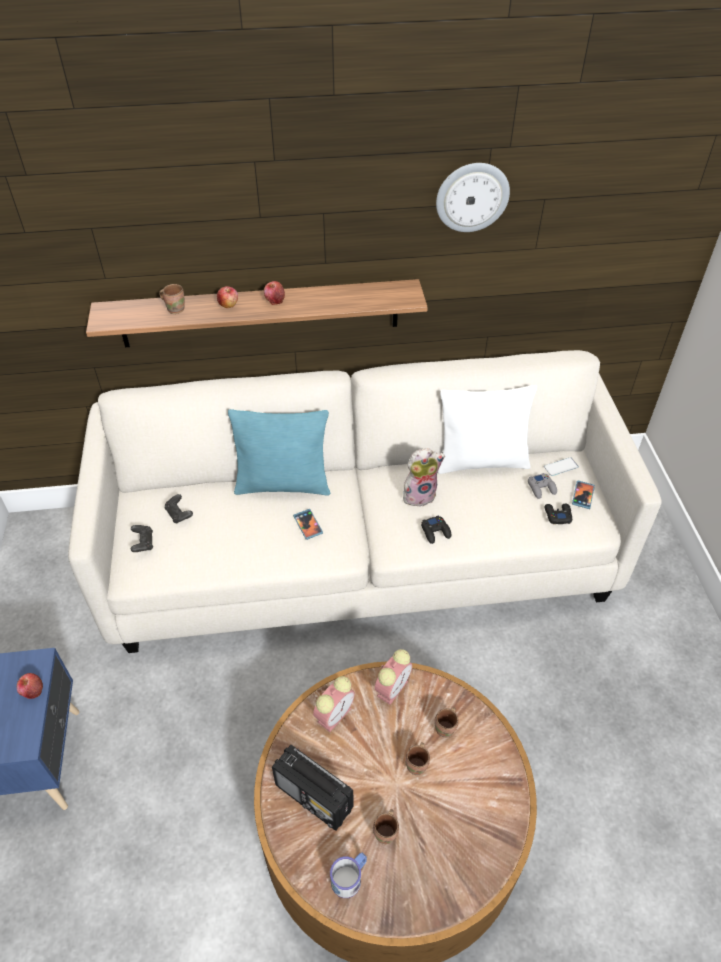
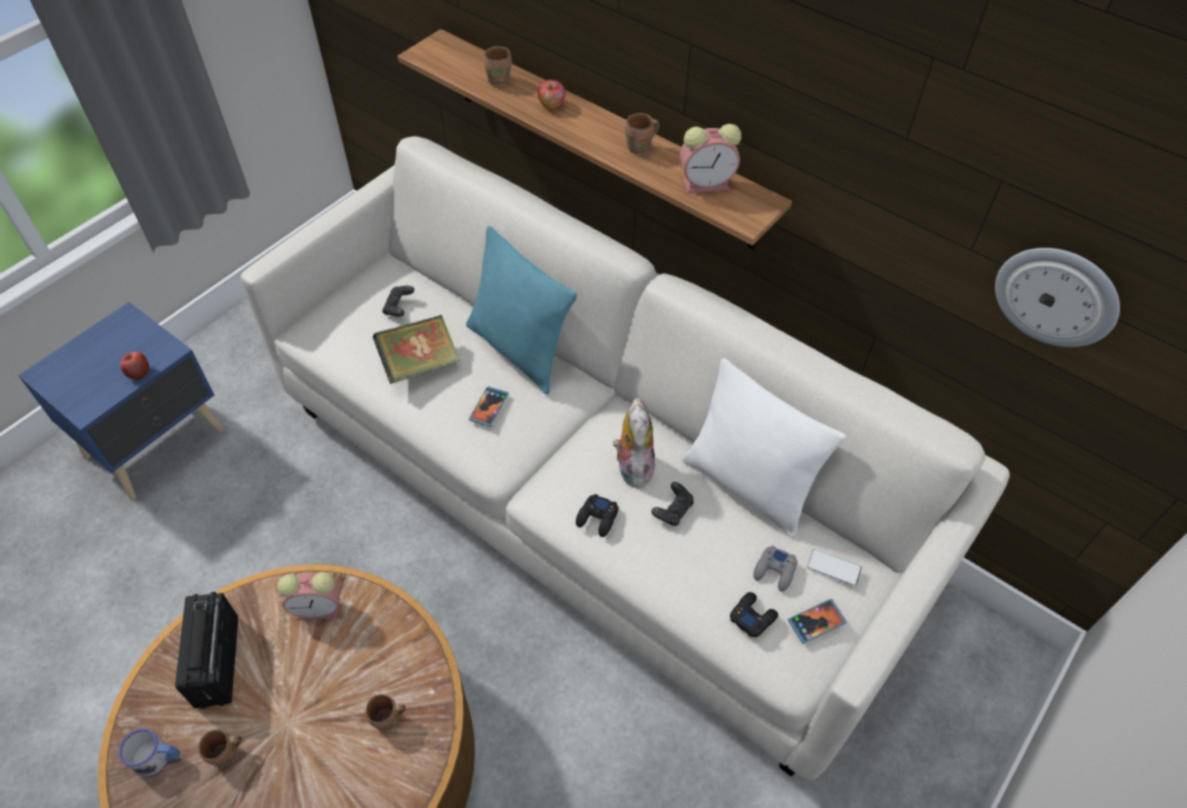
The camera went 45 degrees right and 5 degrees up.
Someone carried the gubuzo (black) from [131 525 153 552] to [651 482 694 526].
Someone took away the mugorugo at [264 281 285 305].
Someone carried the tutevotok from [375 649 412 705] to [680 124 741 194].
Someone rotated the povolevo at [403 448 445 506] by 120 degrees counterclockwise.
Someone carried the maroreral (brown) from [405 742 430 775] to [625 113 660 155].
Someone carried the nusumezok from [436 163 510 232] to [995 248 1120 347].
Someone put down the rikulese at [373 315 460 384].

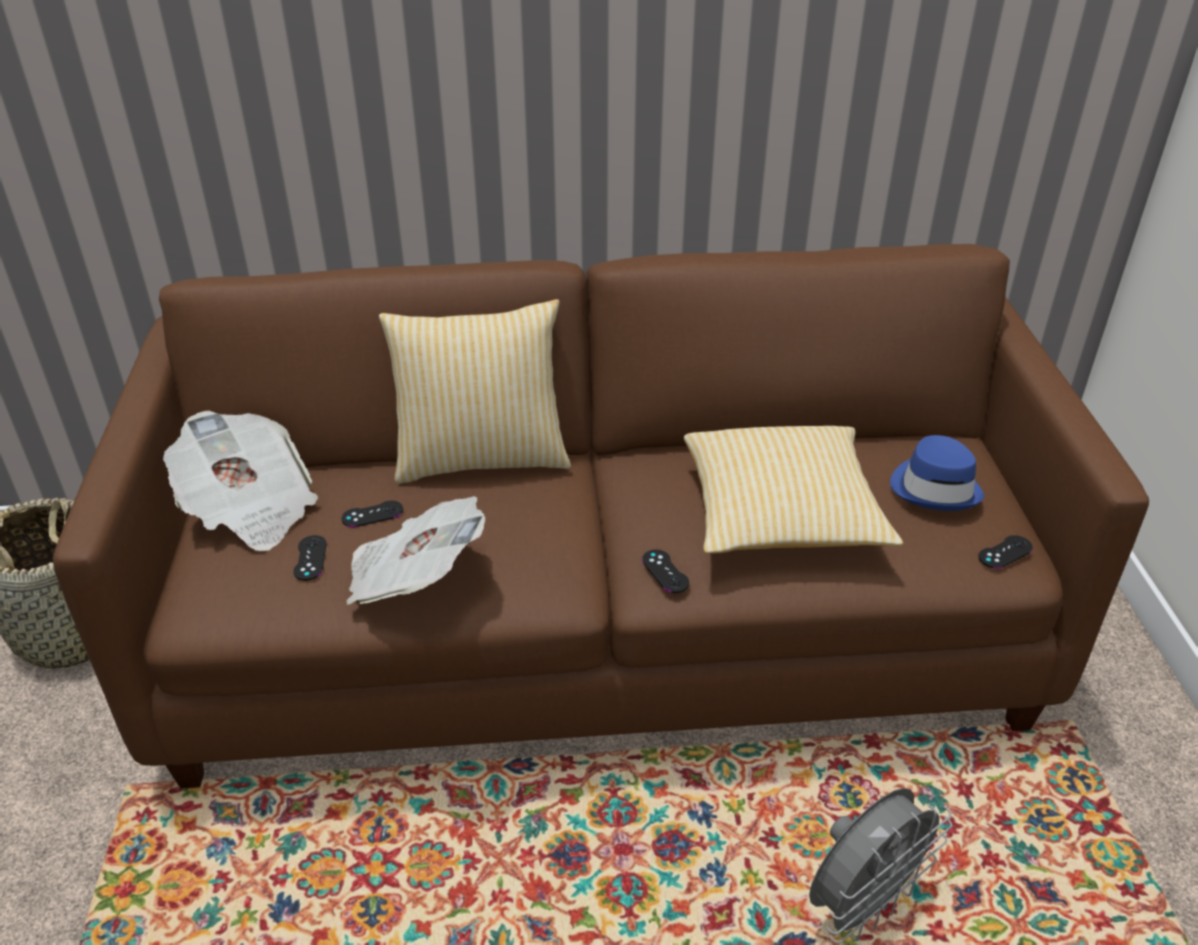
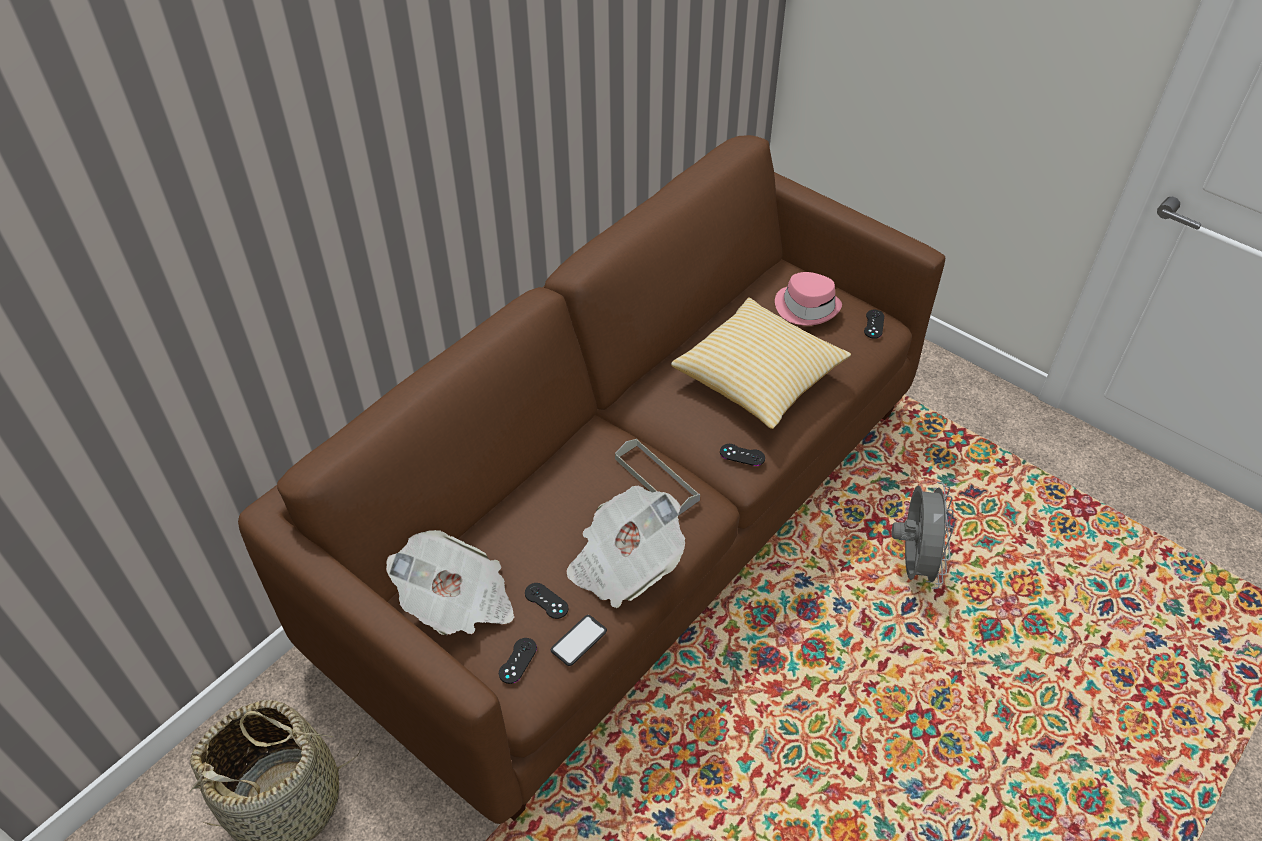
The camera went 45 degrees left and 10 degrees up.
Someone carried the gubuzo (black) from [341 501 403 527] to [499 638 537 684].
Someone took away the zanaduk at [379 299 571 484].
Someone repainted the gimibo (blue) at [890 435 984 511], which became the gimibo (pink) at [775 272 842 326].
Someone put down the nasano at [551 615 607 666].
Someone put down the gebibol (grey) at [615 439 700 516].

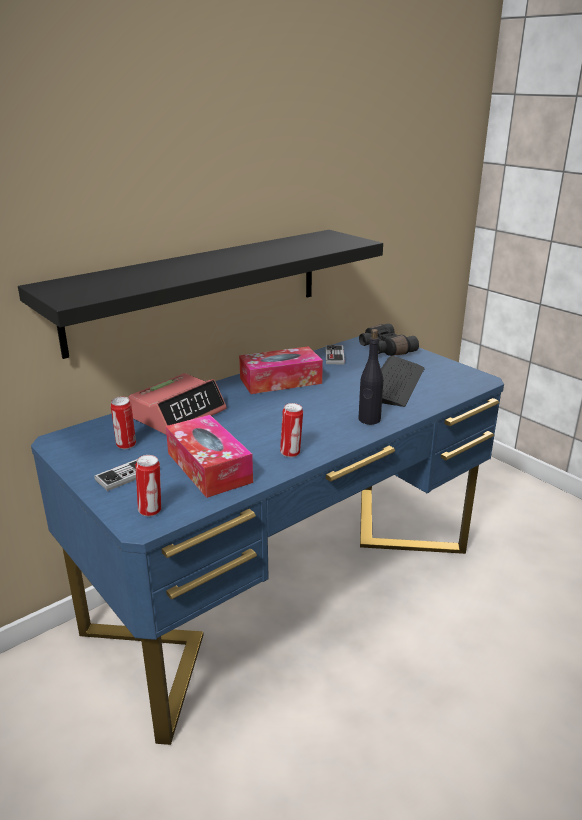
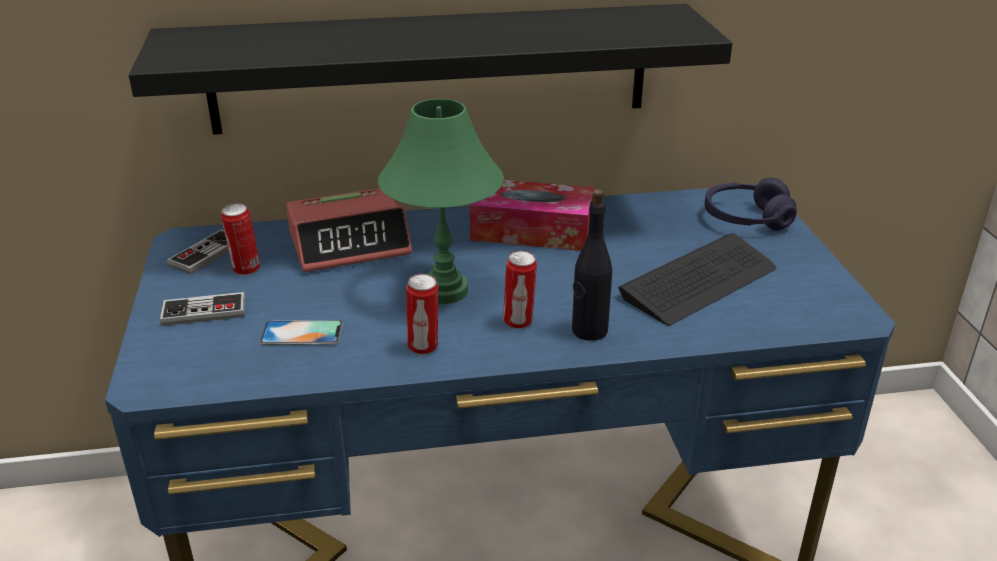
The camera went 30 degrees right and 5 degrees up.
Someone carried the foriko from [135 455 161 516] to [503 251 537 329].
Someone swapped the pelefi at [166 415 253 498] for the nasano at [260 320 343 345].
Someone carried the gubuzo from [325 345 345 364] to [167 229 229 275].
Someone swapped the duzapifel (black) at [359 324 419 356] for the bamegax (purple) at [705 178 797 231].
Someone put down the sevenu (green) at [378 99 504 304].

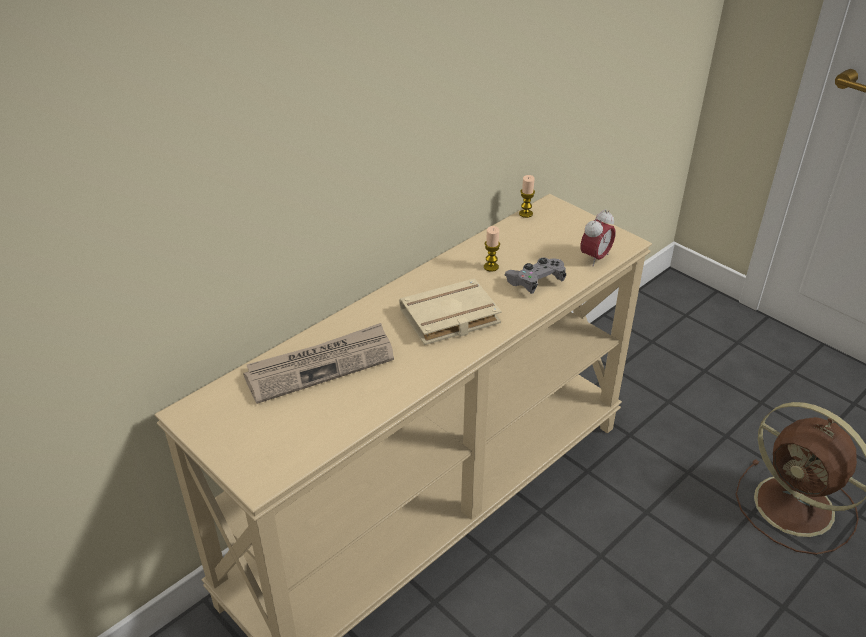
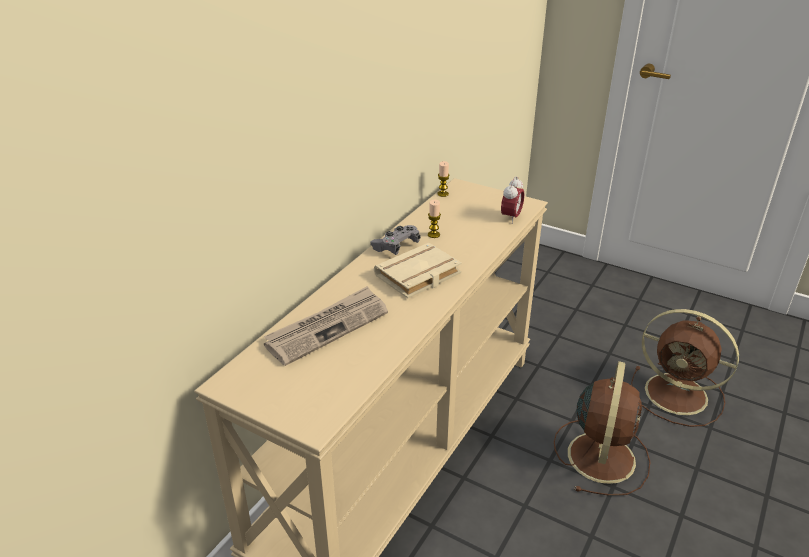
The camera went 15 degrees left and 5 degrees down.
Someone carried the gubuzo (grey) from [505 257 566 294] to [370 225 421 255].
Someone put down the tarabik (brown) at [554 361 650 496].

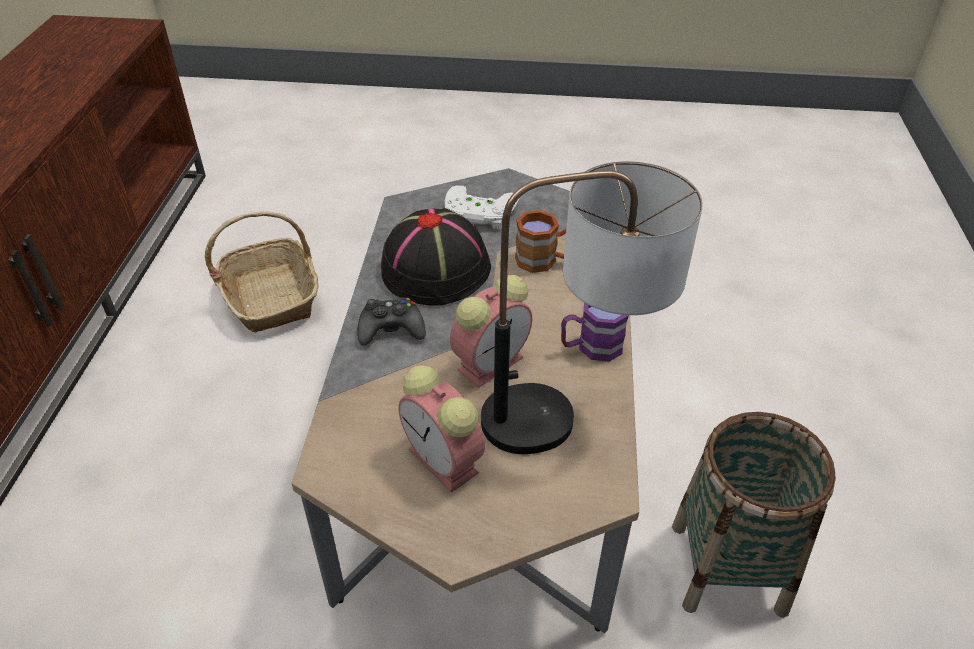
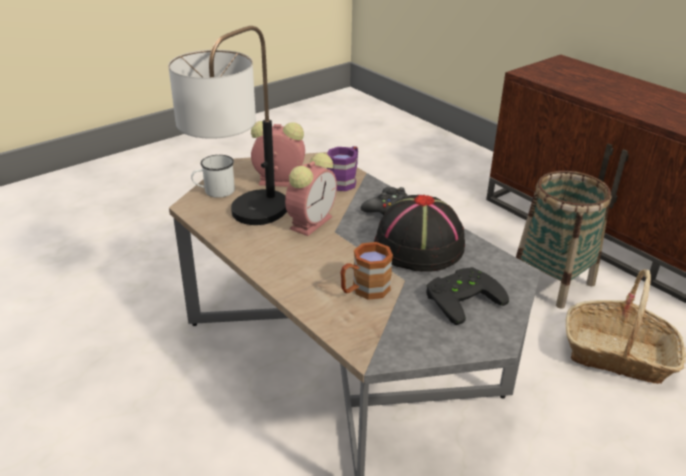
The camera went 135 degrees right and 10 degrees down.
Someone repainted the gubuzo (white) at [445 186 519 229], which became the gubuzo (black) at [426 267 509 325].
Someone rotated the tutevotok at [450 275 532 388] by 150 degrees counterclockwise.
Someone carried the maroreral (purple) from [561 303 629 362] to [327 146 358 191].
Someone carried the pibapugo from [672 412 836 618] to [516 171 611 309].
Someone put down the maroreral (white) at [191 155 235 198].

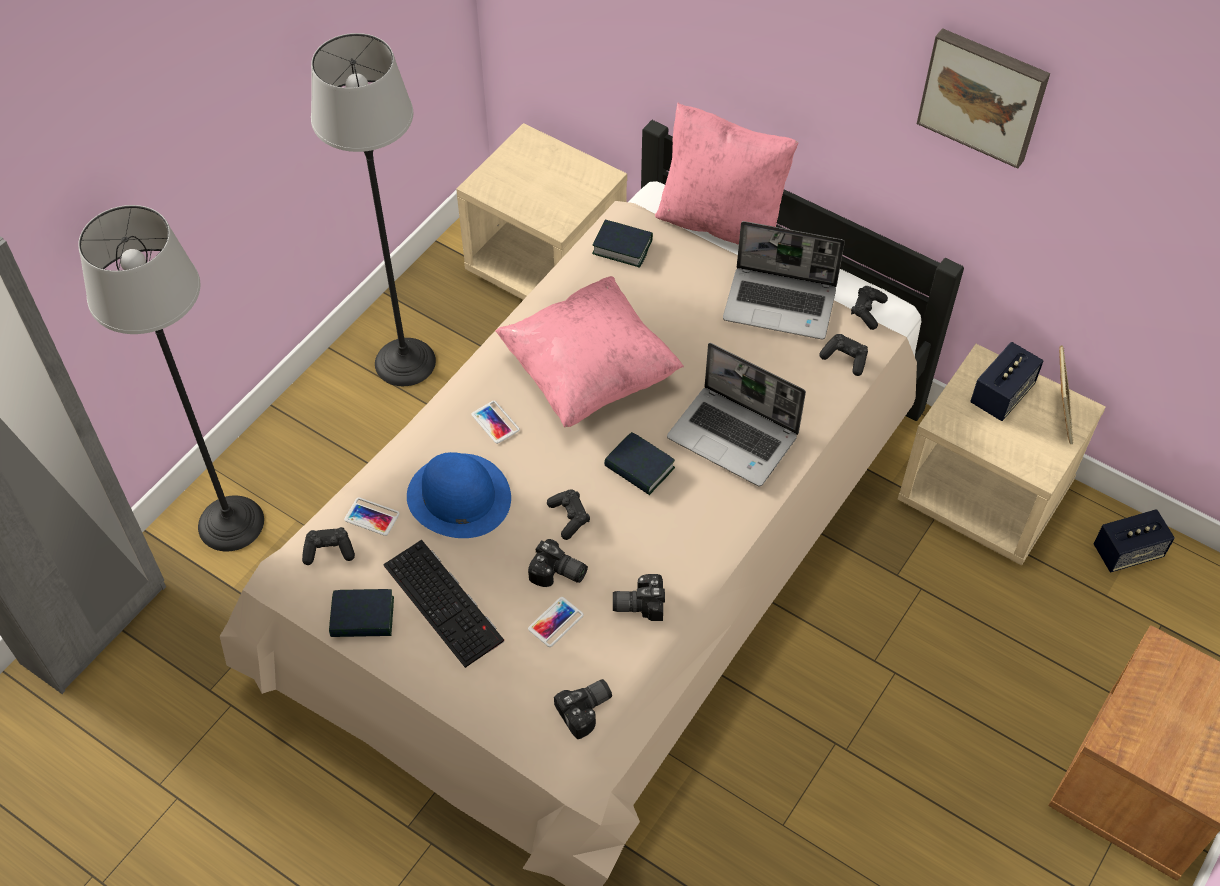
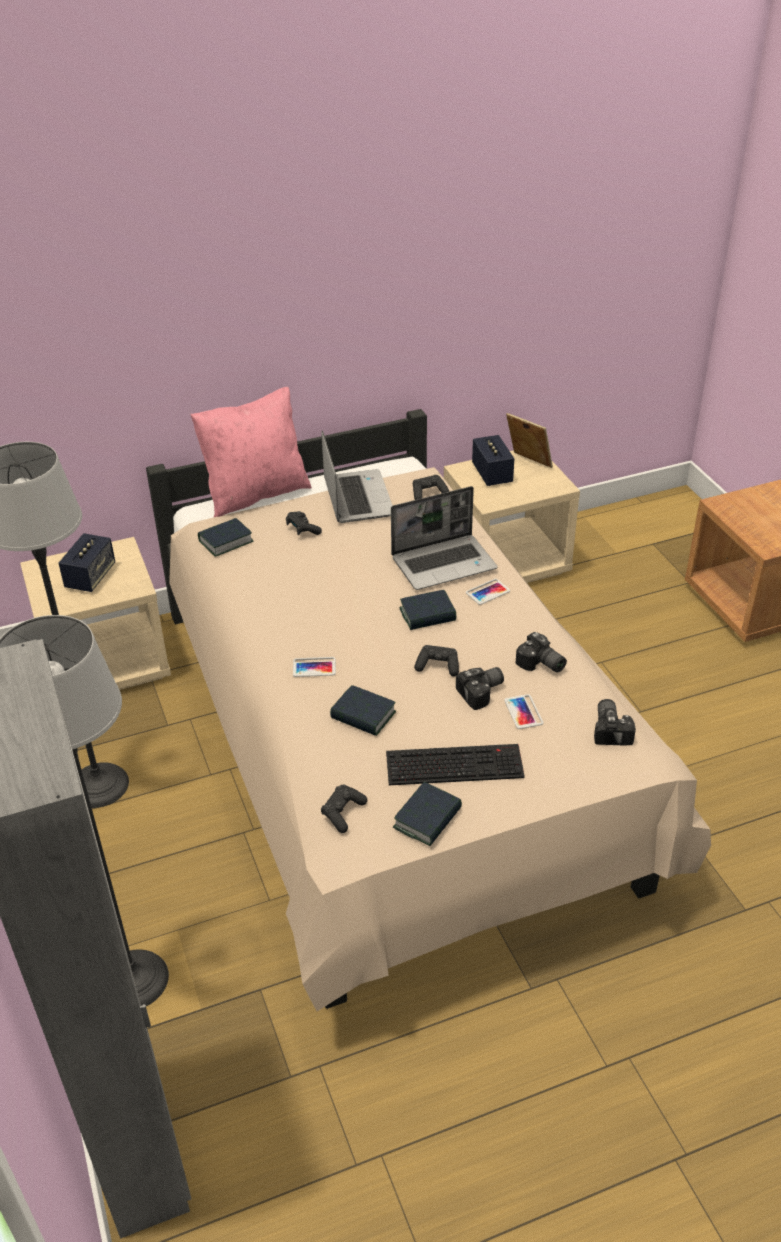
The camera went 55 degrees left and 15 degrees down.
Someone carried the nasano from [344 497 400 536] to [466 579 510 605].
Someone swapped the gimibo (blue) at [407 452 511 538] for the rikulese at [330 685 396 736].
Someone took away the zanaduk (pink) at [495 276 684 427].
Someone rotated the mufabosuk at [613 574 665 621] by 75 degrees counterclockwise.
Someone rotated the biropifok at [723 221 845 339] by 60 degrees counterclockwise.
Someone carried the gubuzo (black) from [851 286 888 330] to [286 511 322 535].
Someone took away the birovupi at [917 28 1050 169].
Someone carried the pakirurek from [1093 509 1175 572] to [58 533 115 592].

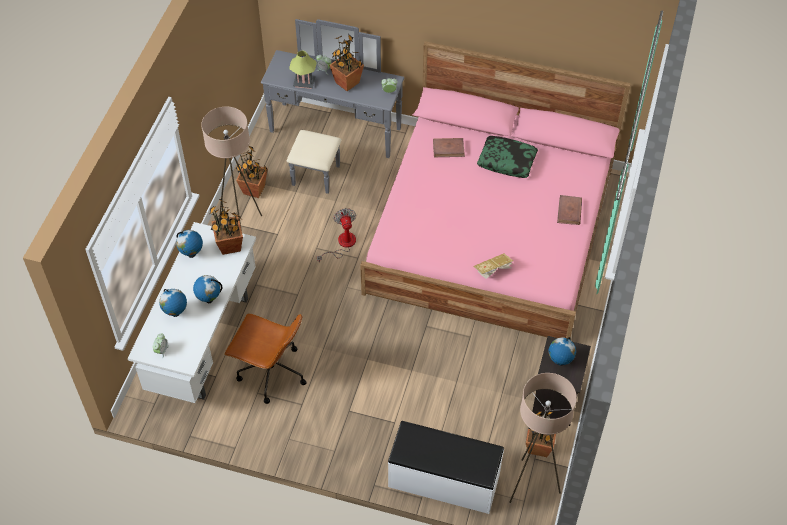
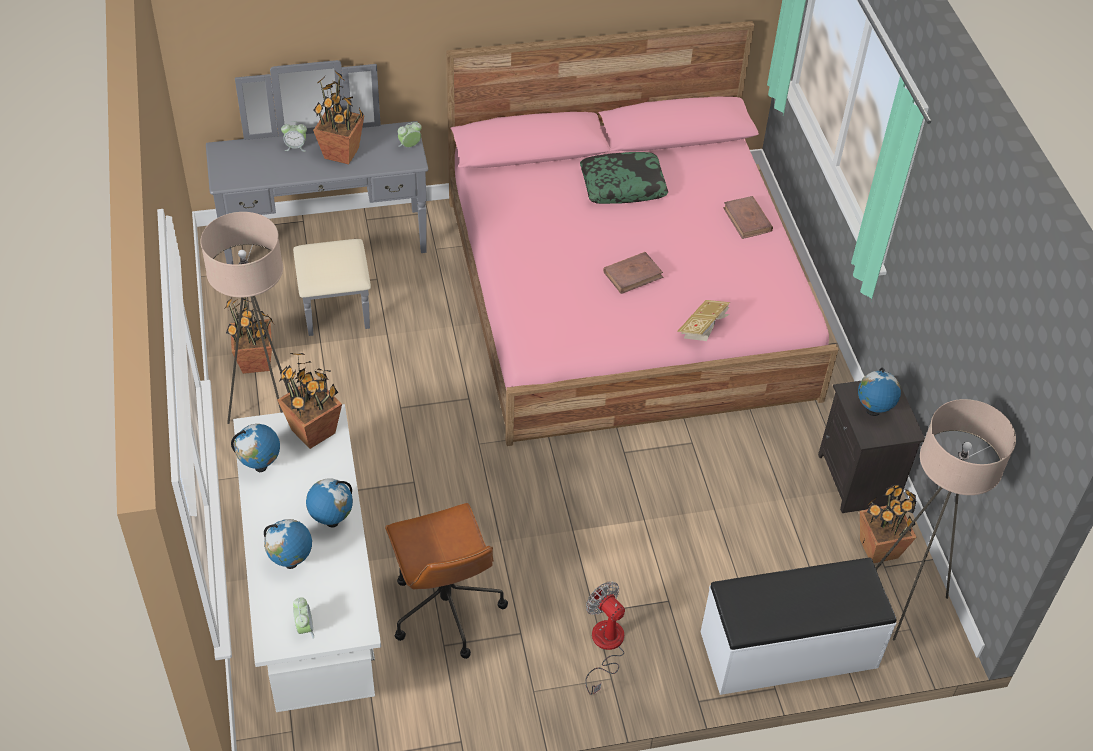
The camera went 30 degrees left and 5 degrees down.
Someone rotated the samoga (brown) at [224 313 307 404] by 75 degrees clockwise.
Someone took away the sevenu at [289 50 317 89].
Someone carried the tarabik from [317 208 356 262] to [585 581 625 695].
Someone carried the rikulese (brown) from [433 138 465 157] to [603 252 663 294].

